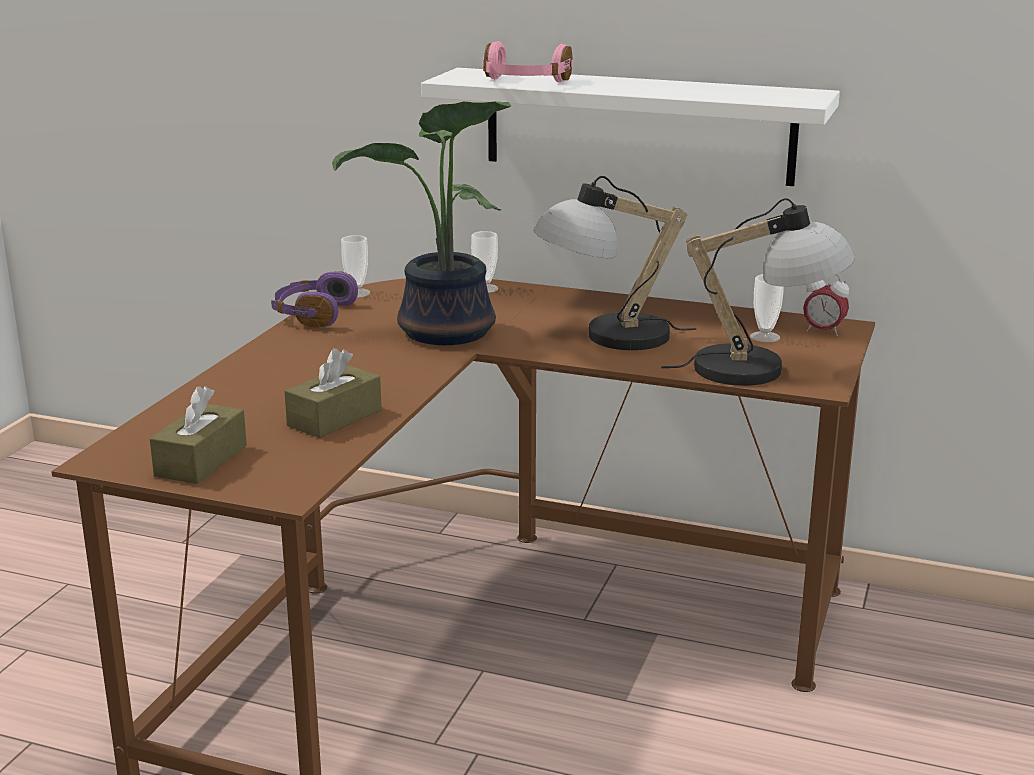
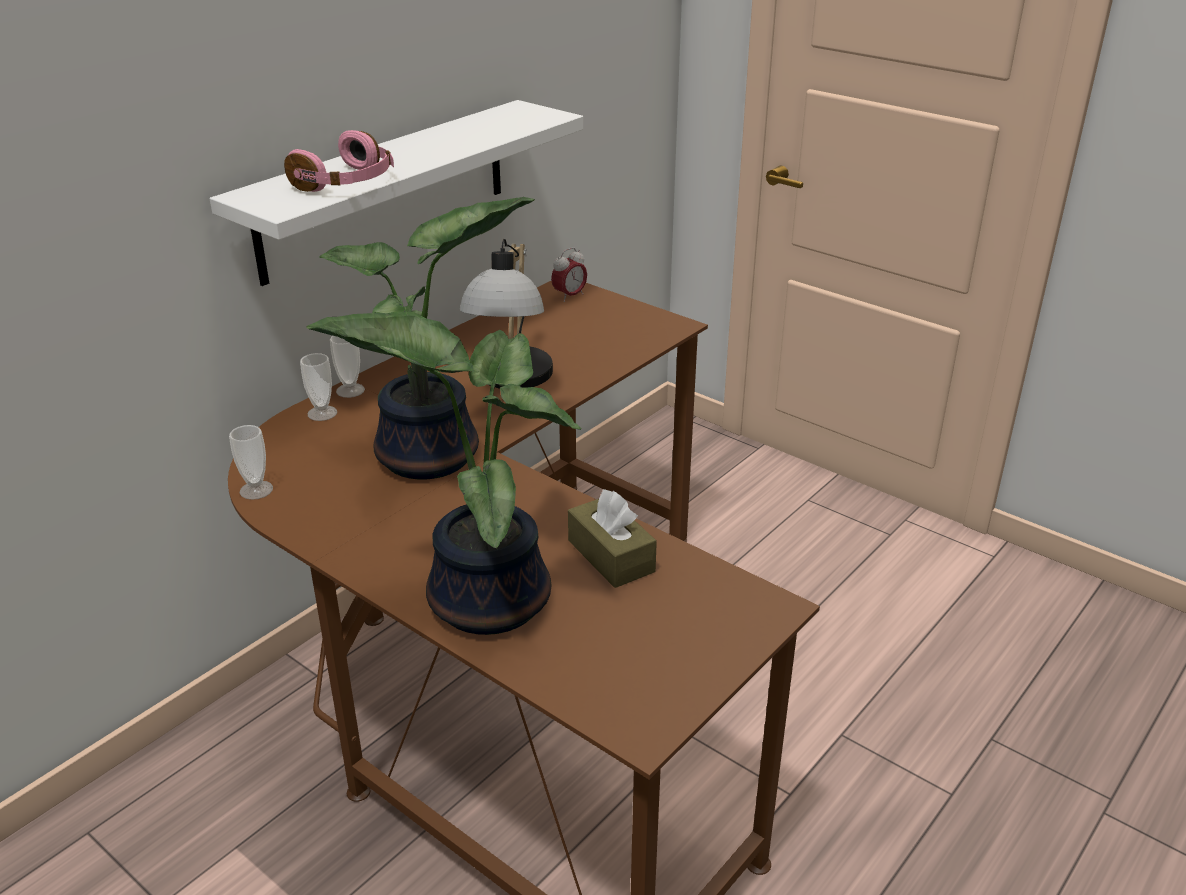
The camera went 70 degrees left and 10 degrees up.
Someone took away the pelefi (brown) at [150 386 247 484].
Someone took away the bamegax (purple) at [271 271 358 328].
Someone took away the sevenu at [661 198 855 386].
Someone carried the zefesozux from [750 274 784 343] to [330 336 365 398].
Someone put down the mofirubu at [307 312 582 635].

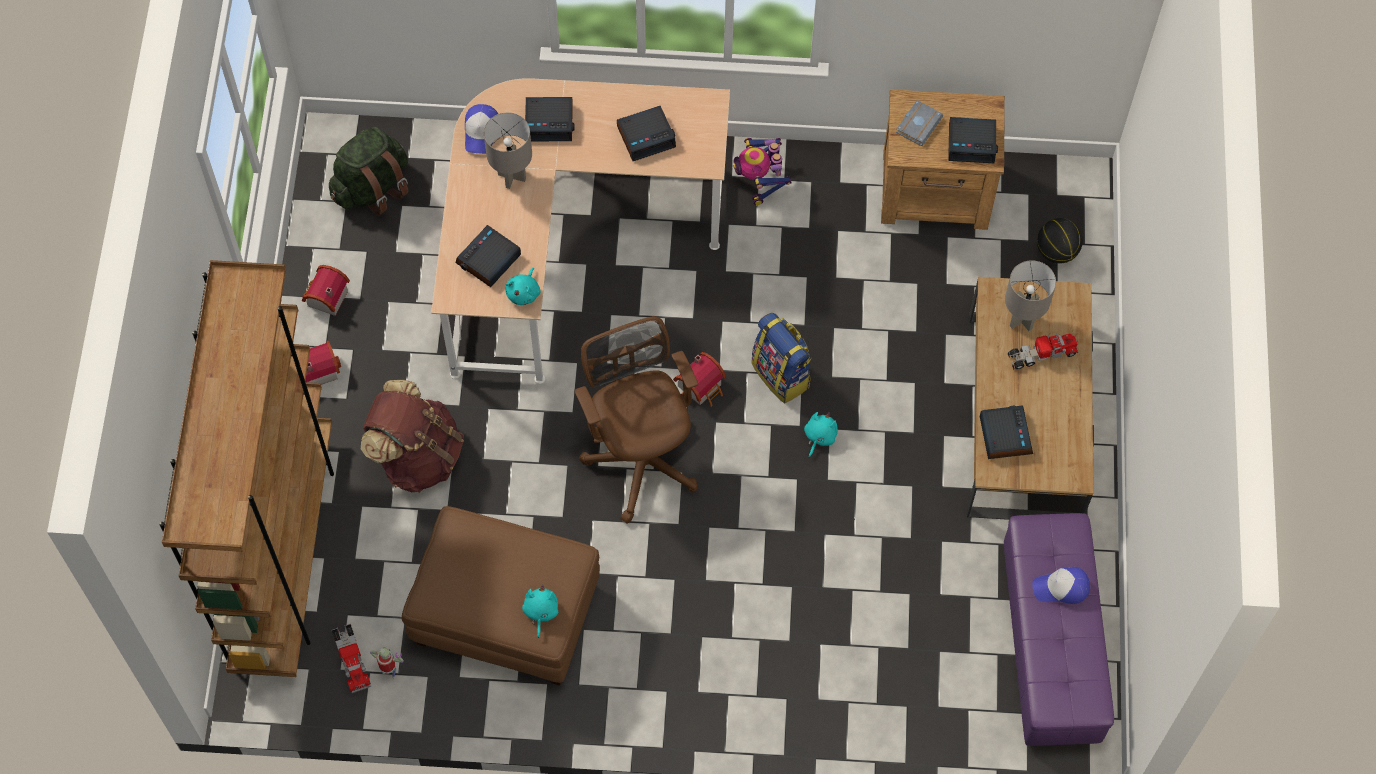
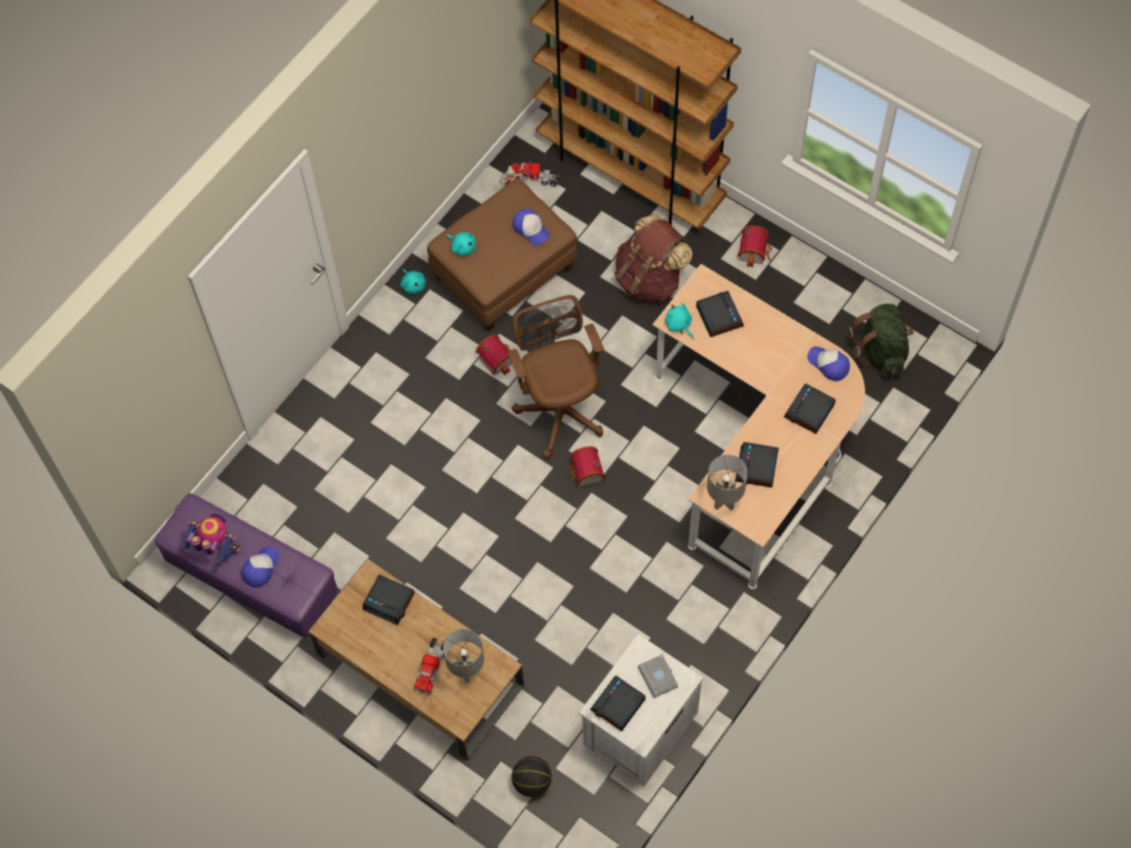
The camera went 125 degrees right and 0 degrees up.
Someone carried the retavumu from [302 265 350 316] to [476 335 512 376].
Someone carried the sevenu (grey) from [484 113 532 189] to [707 455 748 511].
Someone rotated the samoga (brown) at [574 316 698 523] by 120 degrees counterclockwise.
Someone carried the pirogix from [733 137 792 205] to [179 514 240 566].
Someone took away the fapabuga at [751 313 812 403].
Someone carried the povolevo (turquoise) from [804 412 838 457] to [401 269 426 294].
Someone repainted the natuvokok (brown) at [881 89 1005 230], which became the natuvokok (white) at [579 634 703 786].
Someone put down the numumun at [512 209 550 245].

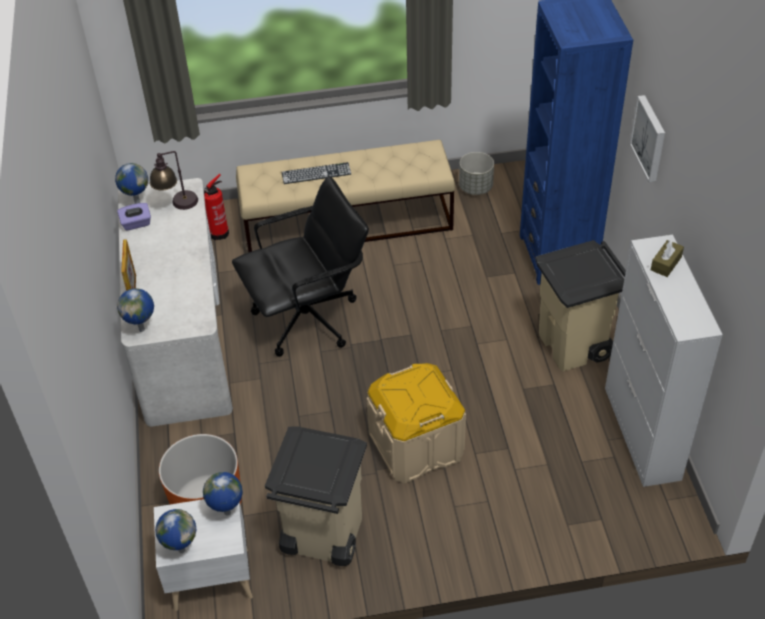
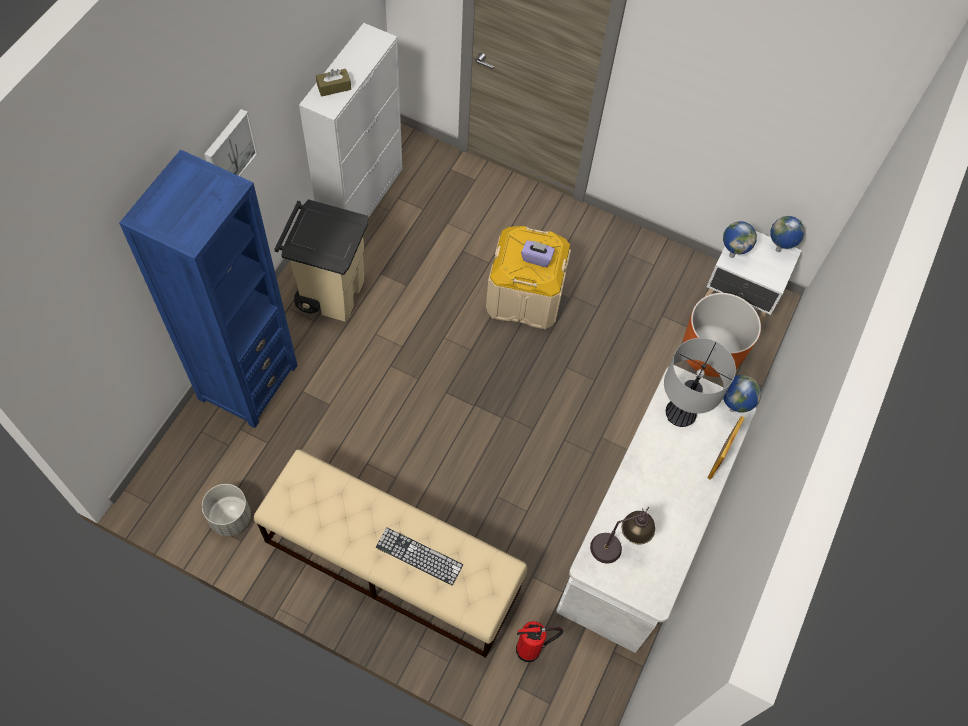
The camera went 150 degrees left and 15 degrees up.
Someone took away the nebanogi at [115 163 148 204].
Someone carried the pelefi (purple) from [117 203 151 231] to [521 241 555 267].
Someone took away the samoga (black) at [232 176 369 357].
Someone took away the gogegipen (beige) at [265 426 367 566].
Someone put down the sevenu at [664 338 736 427].

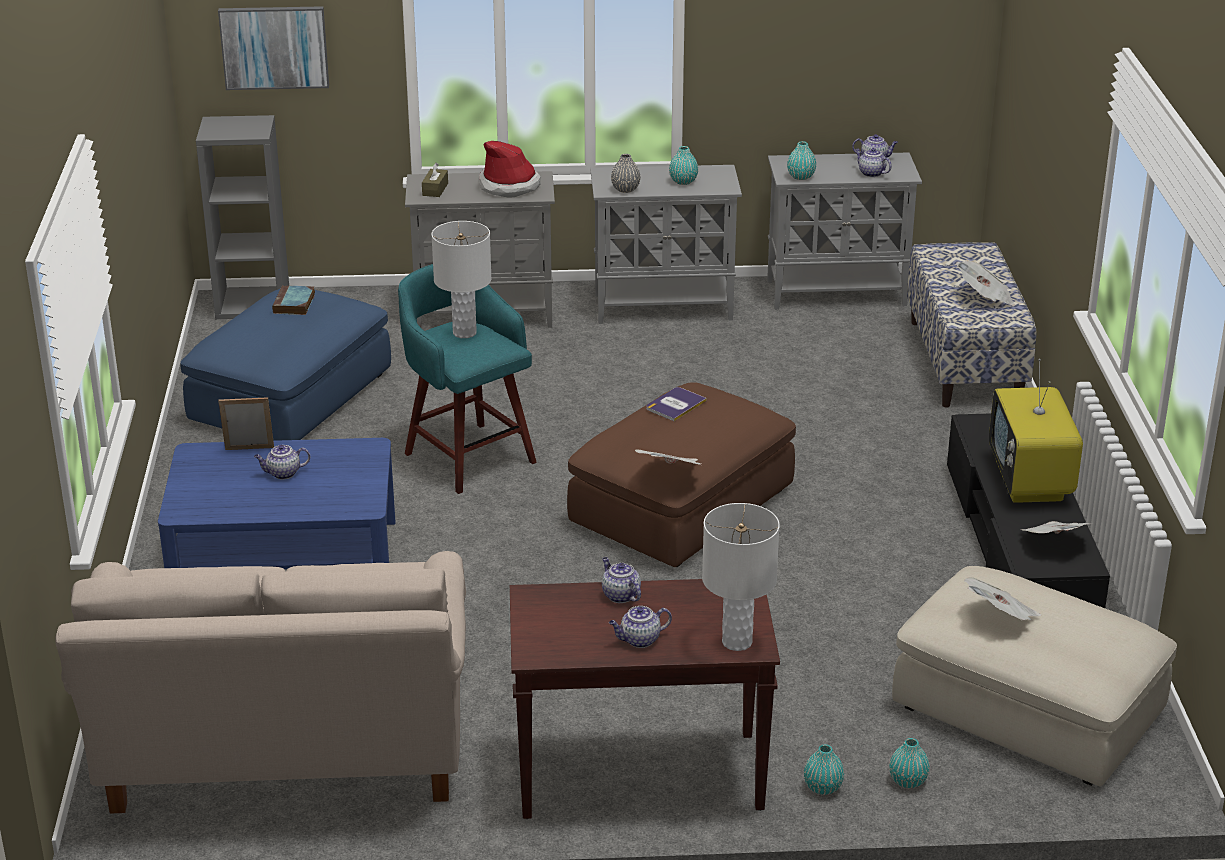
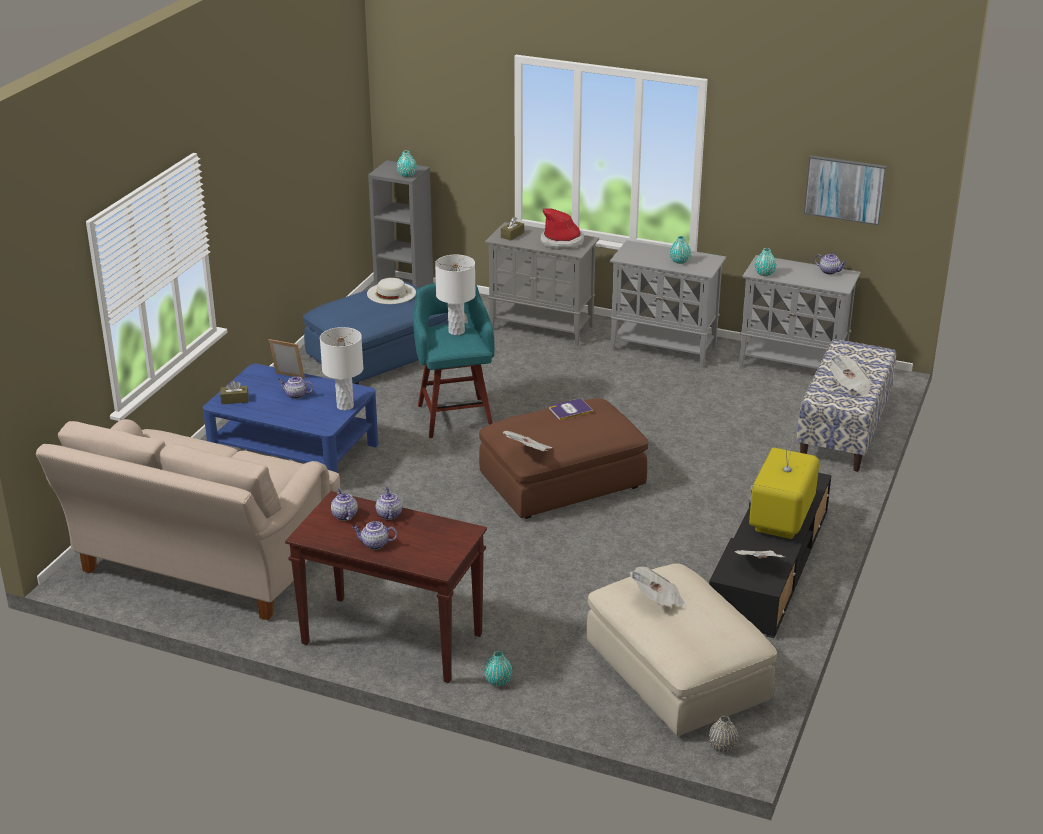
The camera went 25 degrees right and 0 degrees up.
Someone carried the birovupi from [218 6 329 90] to [804 155 887 225].
Someone swapped the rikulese at [272 285 315 315] for the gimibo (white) at [367 278 416 304].
Someone carried the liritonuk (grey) from [611 154 640 193] to [709 716 738 752].
Someone carried the sevenu (white) from [702 503 780 651] to [320 327 363 411].
Someone carried the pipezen from [855 148 892 177] to [331 489 358 521].
Someone carried the liritonuk (turquoise) from [889 738 930 788] to [397 150 417 177].
Someone put down the pelefi (brown) at [220 381 248 404].

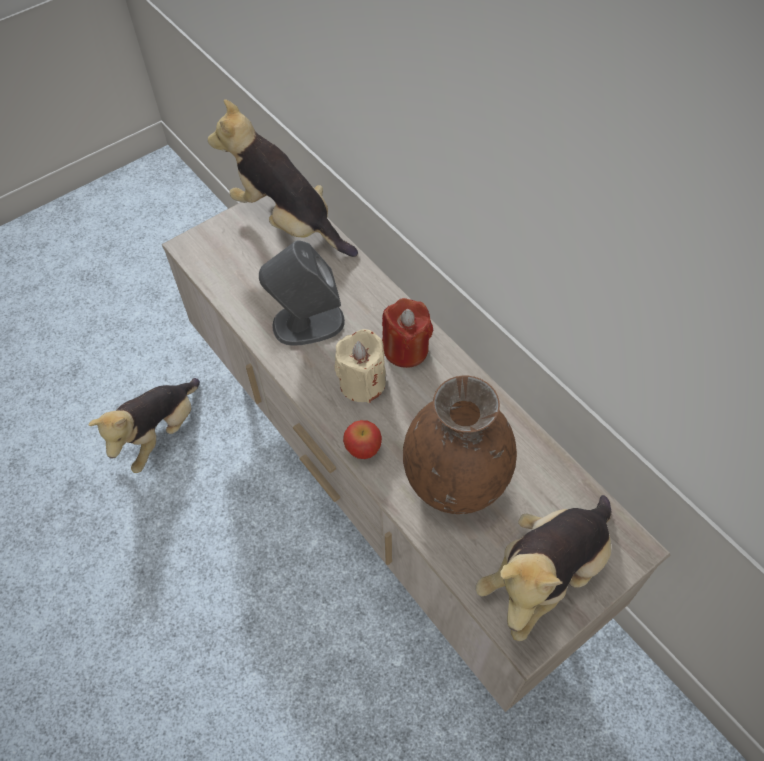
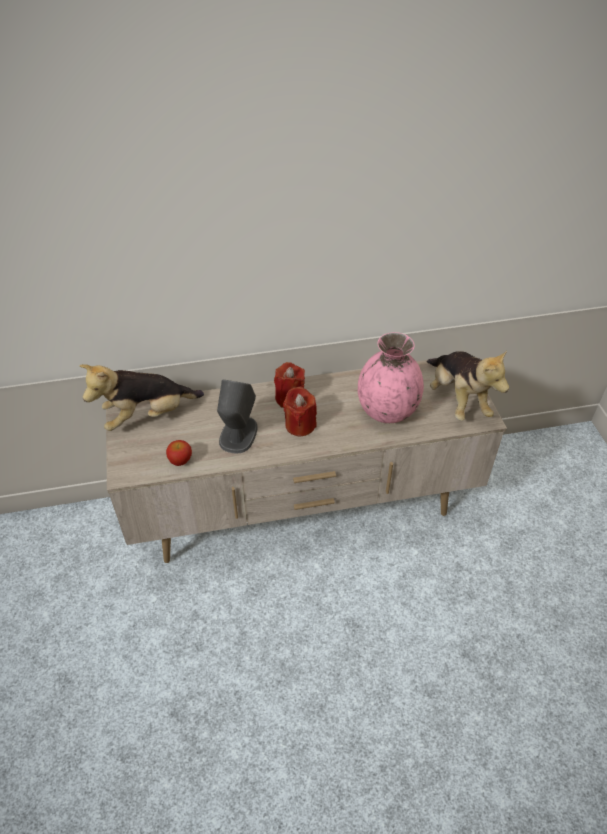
The camera went 65 degrees left and 10 degrees down.
Someone took away the povolevo at [88 378 200 473].
Someone repainted the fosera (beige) at [334 329 386 403], which became the fosera (red) at [283 387 317 437].
Someone carried the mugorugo from [343 420 382 459] to [166 440 192 466].
Someone repainted the liritonuk (brown) at [403 376 517 514], which became the liritonuk (pink) at [358 332 424 423].

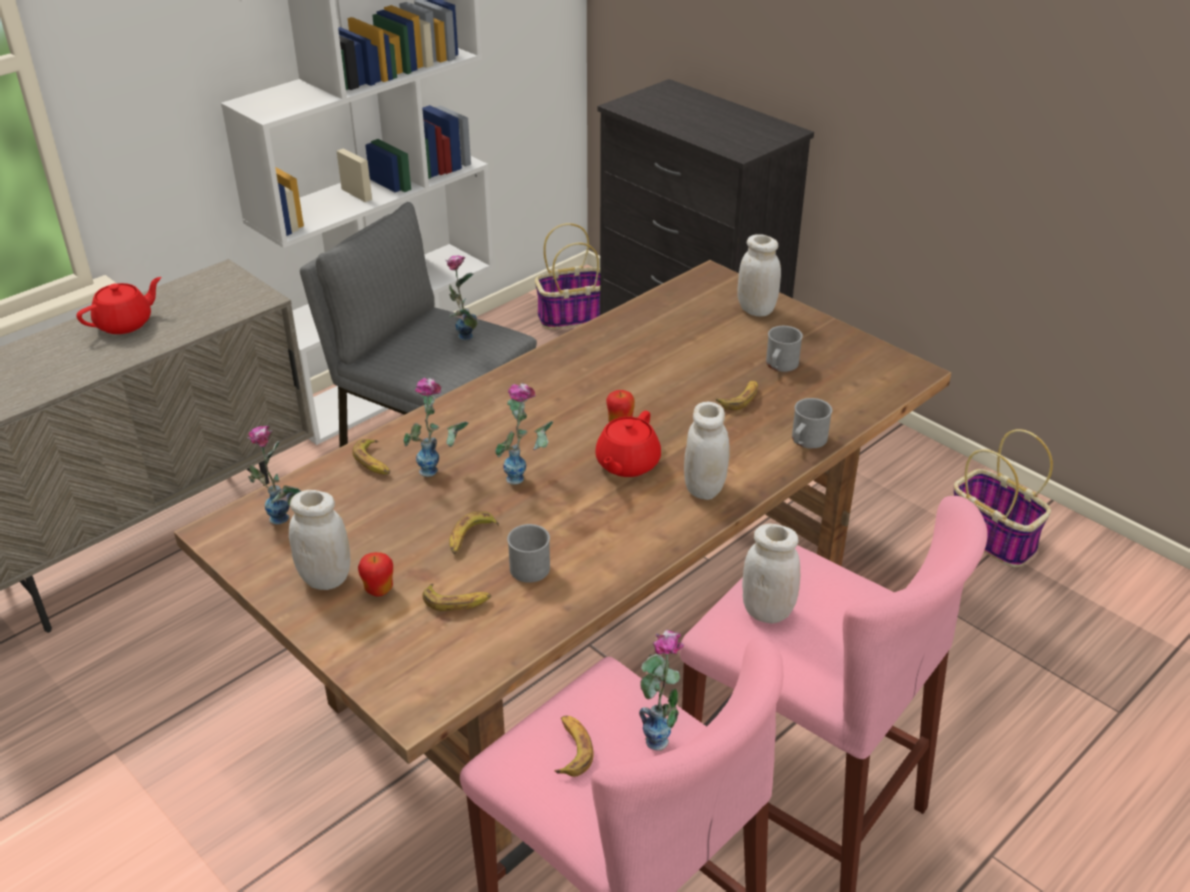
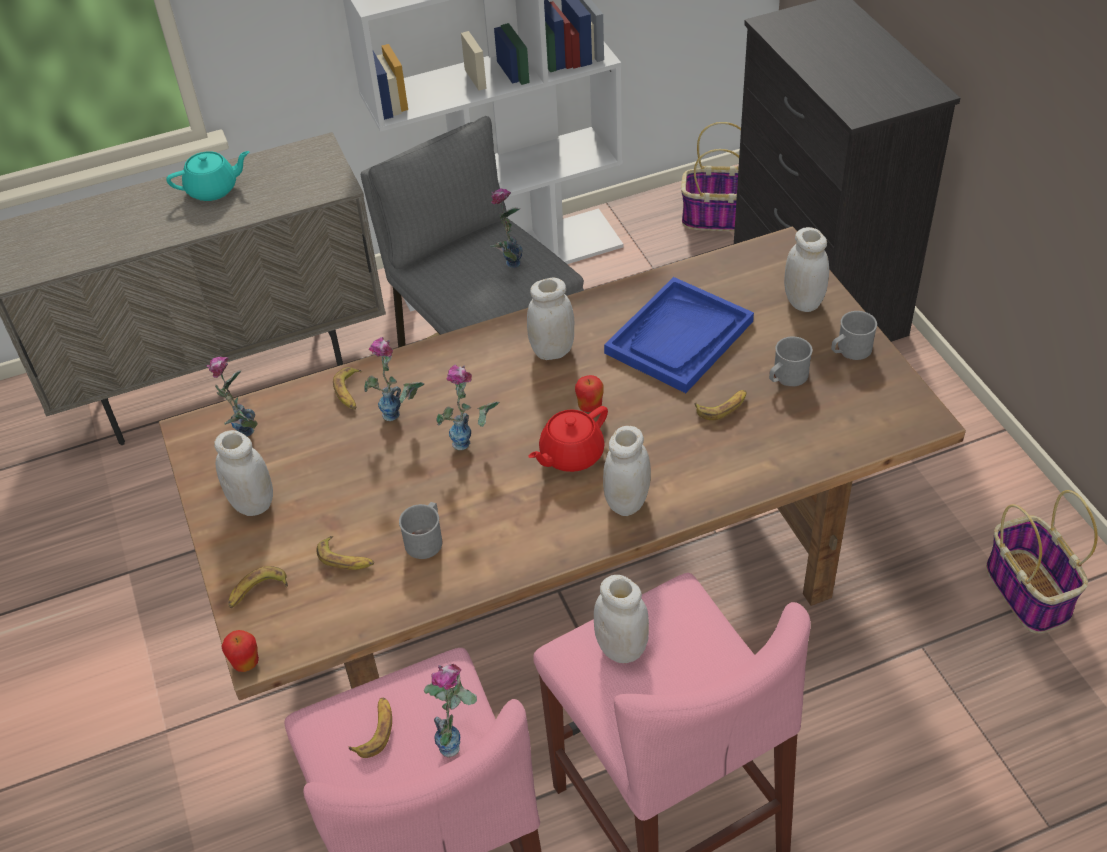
The camera went 25 degrees right and 10 degrees up.
Someone repainted the pipezen (red) at [76 277 162 334], which became the pipezen (turquoise) at [166 151 250 201].
Someone carried the mugorugo from [358 552 393 596] to [221 630 259 672].
Someone carried the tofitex from [449 511 499 555] to [228 566 288 608].
Someone carried the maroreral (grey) from [792 398 832 449] to [831 311 877 360].
Someone put down the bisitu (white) at [527 278 574 360].
Someone put down the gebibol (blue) at [604 277 754 393].

